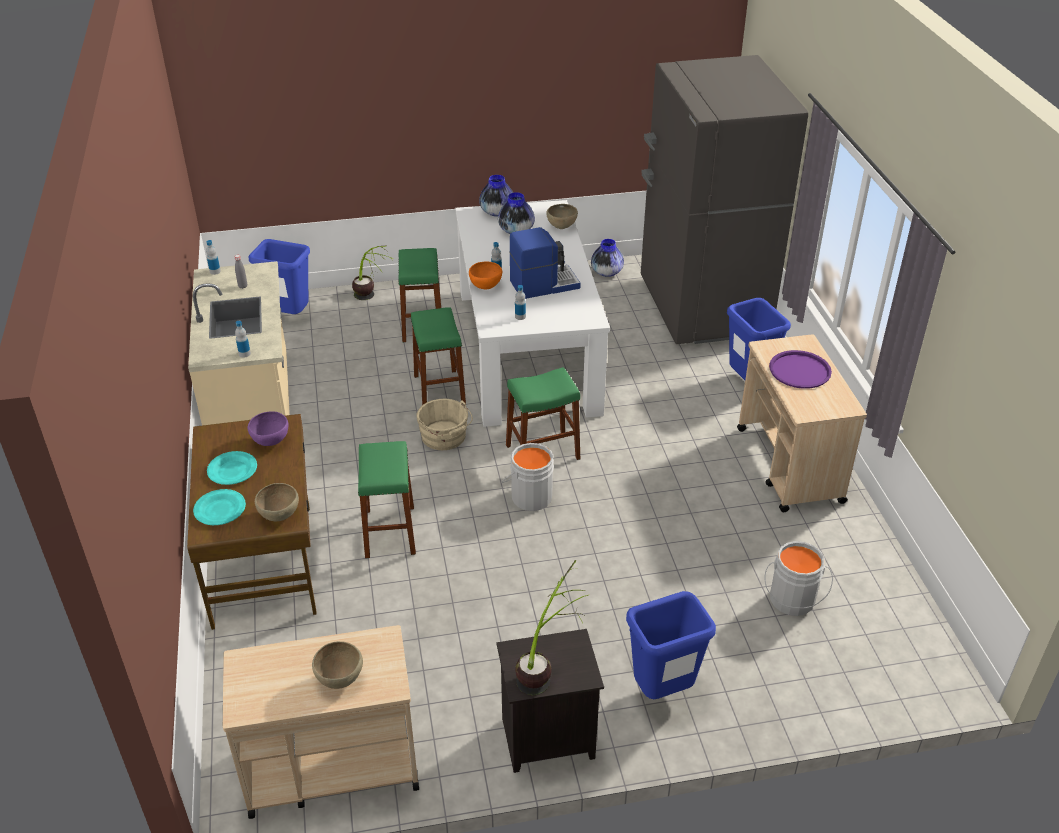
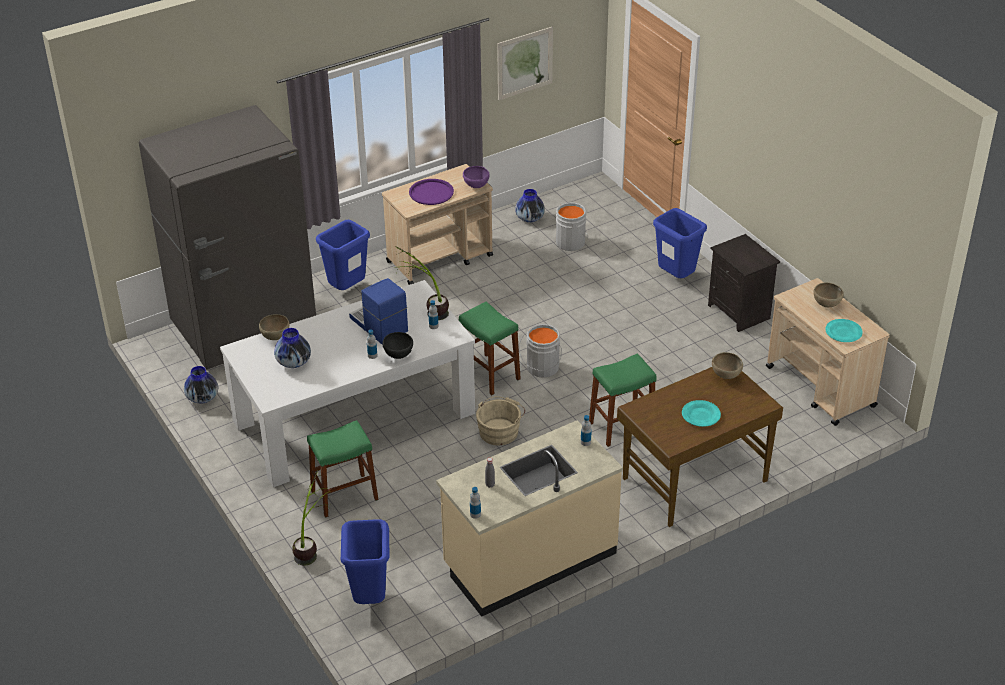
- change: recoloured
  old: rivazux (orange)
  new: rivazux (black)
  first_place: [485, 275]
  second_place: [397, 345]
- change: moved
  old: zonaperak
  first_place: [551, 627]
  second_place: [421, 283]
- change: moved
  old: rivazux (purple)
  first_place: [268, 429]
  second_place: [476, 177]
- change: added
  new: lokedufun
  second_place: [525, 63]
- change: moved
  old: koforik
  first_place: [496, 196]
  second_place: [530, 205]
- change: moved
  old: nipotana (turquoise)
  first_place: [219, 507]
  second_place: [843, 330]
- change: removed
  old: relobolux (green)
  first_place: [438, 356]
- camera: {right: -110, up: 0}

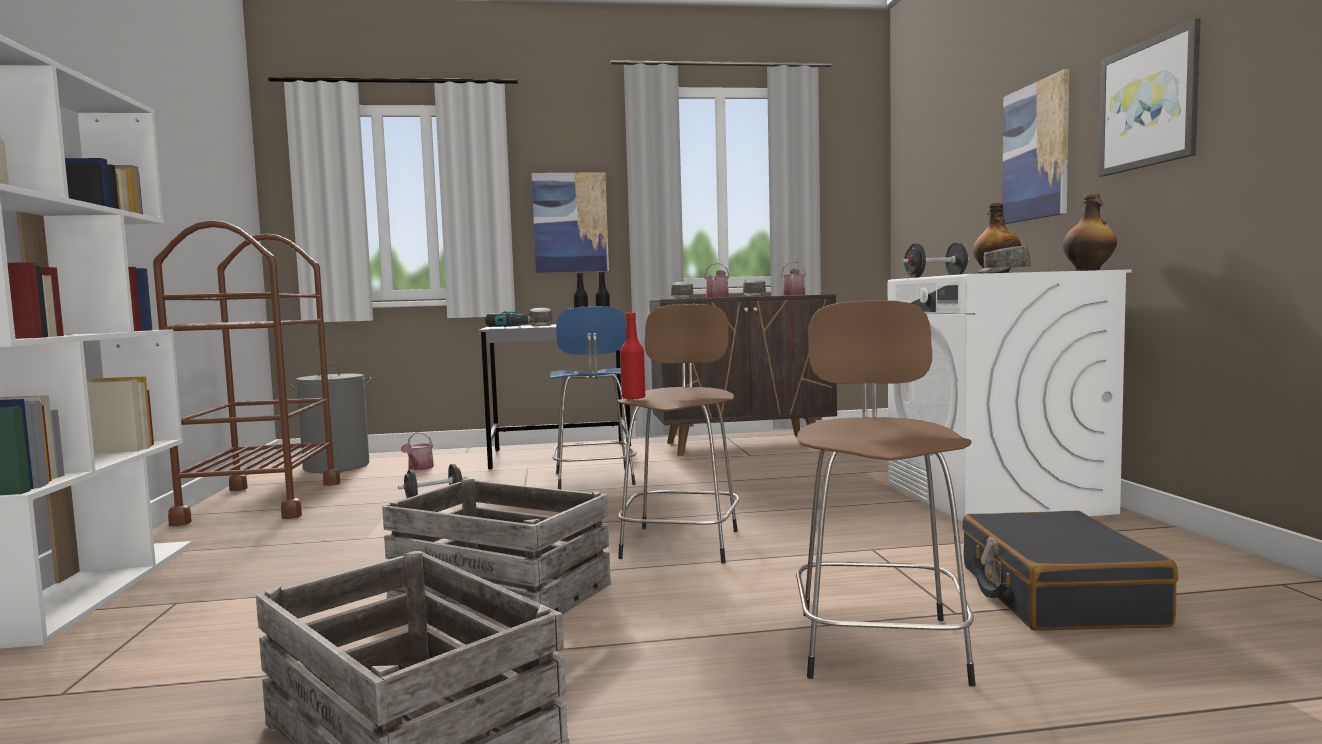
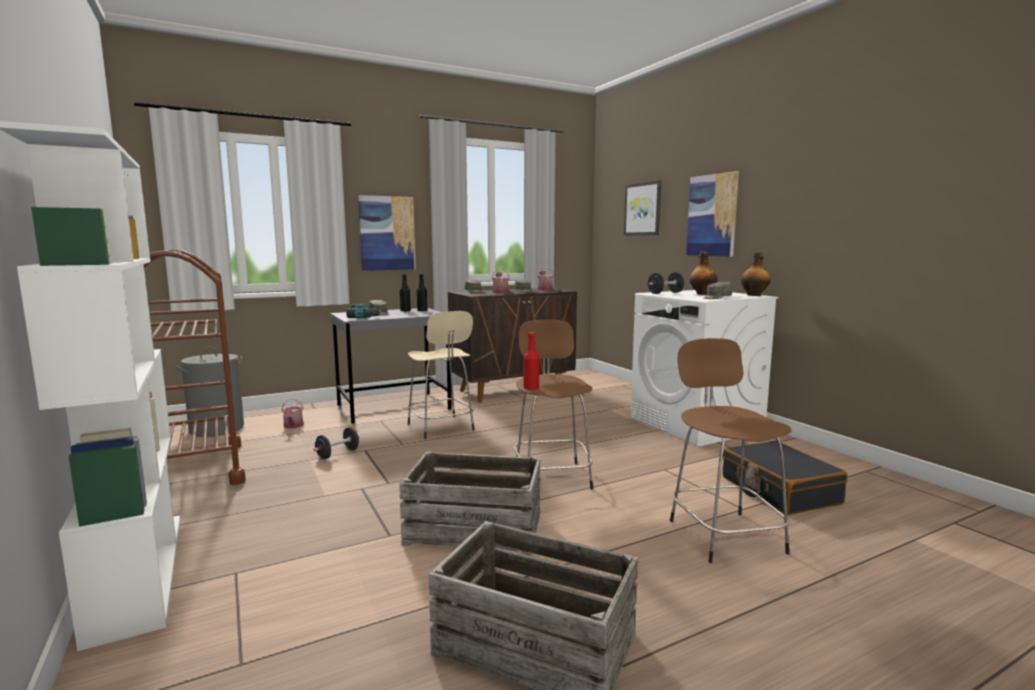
- change: recoloured
  old: relobolux (blue)
  new: relobolux (beige)
  first_place: [593, 397]
  second_place: [441, 375]
- change: moved
  old: lokedufun
  first_place: [1150, 97]
  second_place: [642, 208]
- camera: {right: -20, up: 5}

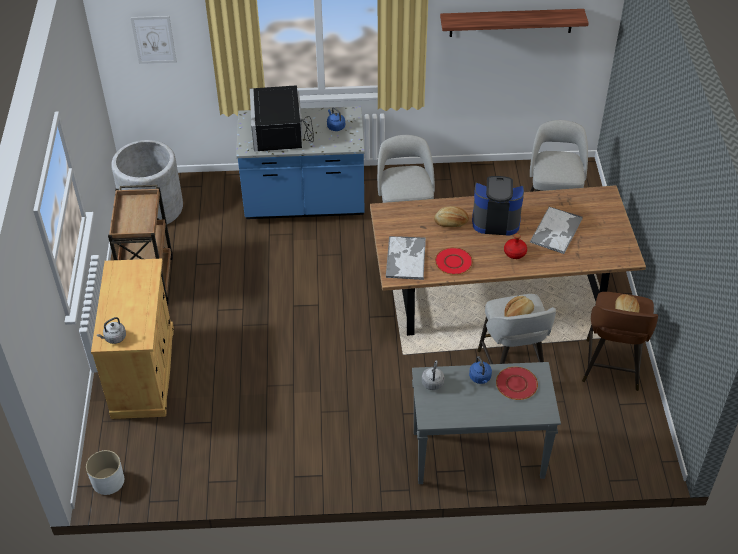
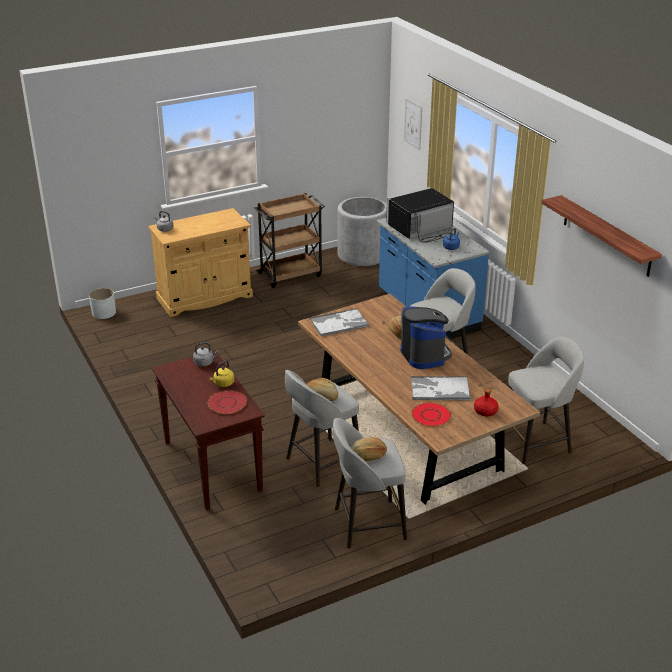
- change: recoloured
  old: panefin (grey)
  new: panefin (brown)
  first_place: [486, 423]
  second_place: [208, 430]
- change: recoloured
  old: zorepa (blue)
  new: zorepa (yellow)
  first_place: [480, 370]
  second_place: [221, 374]
- change: recoloured
  old: relobolux (brown)
  new: relobolux (grey)
  first_place: [620, 341]
  second_place: [369, 483]
- change: moved
  old: nipotana (red)
  first_place: [454, 261]
  second_place: [431, 414]
- change: moved
  old: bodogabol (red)
  first_place: [515, 246]
  second_place: [486, 402]
- camera: {right: 65, up: -15}

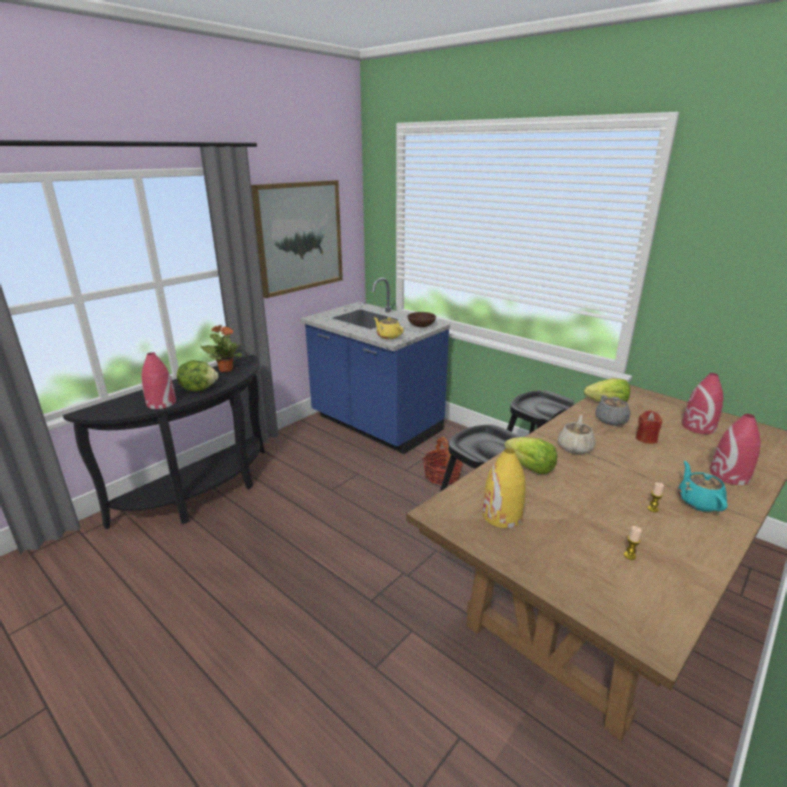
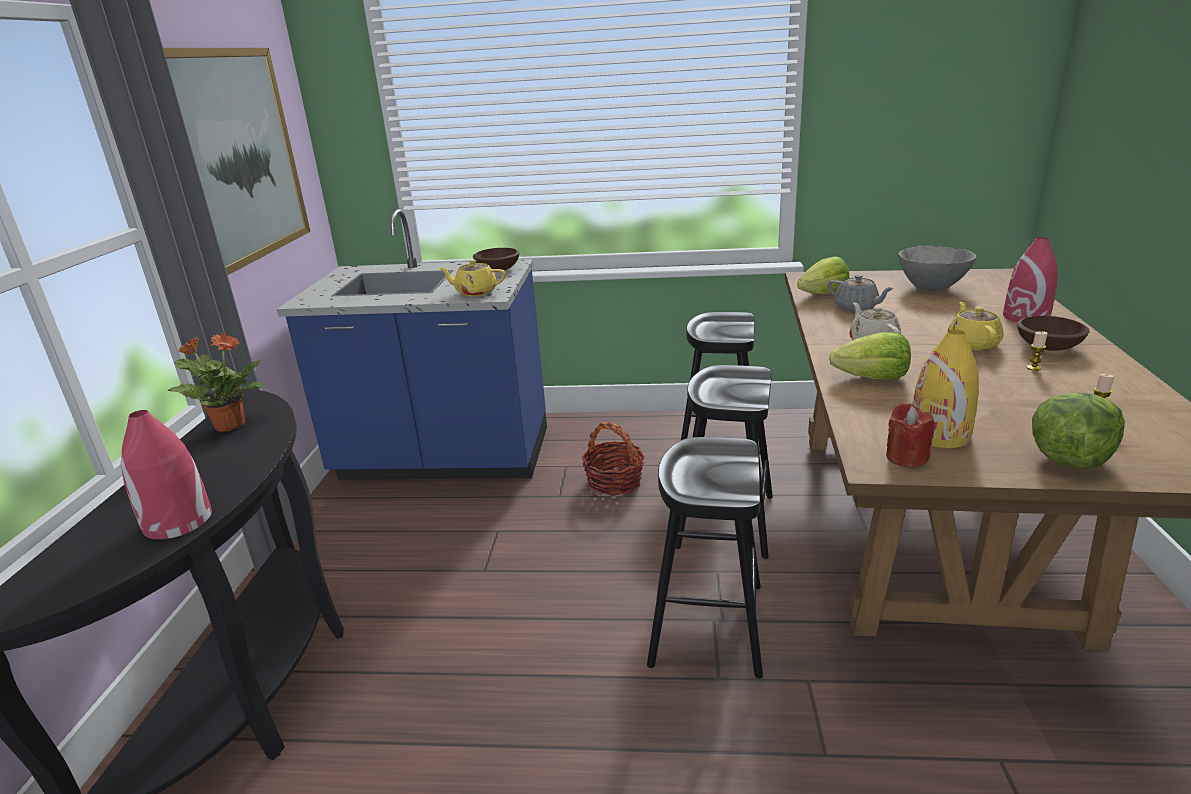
- change: added
  new: relobolux (black)
  second_place: [705, 558]
- change: moved
  old: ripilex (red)
  first_place: [649, 427]
  second_place: [910, 435]
- change: replaced
  old: koforik (red)
  new: rivazux (grey)
  first_place: [702, 403]
  second_place: [937, 268]
- change: added
  new: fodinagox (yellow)
  second_place: [975, 326]
- change: replaced
  old: fodinagox (turquoise)
  new: rivazux (brown)
  first_place: [702, 486]
  second_place: [1053, 333]
- change: moved
  old: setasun
  first_place: [197, 375]
  second_place: [1078, 430]
- camera: {right: -35, up: 0}

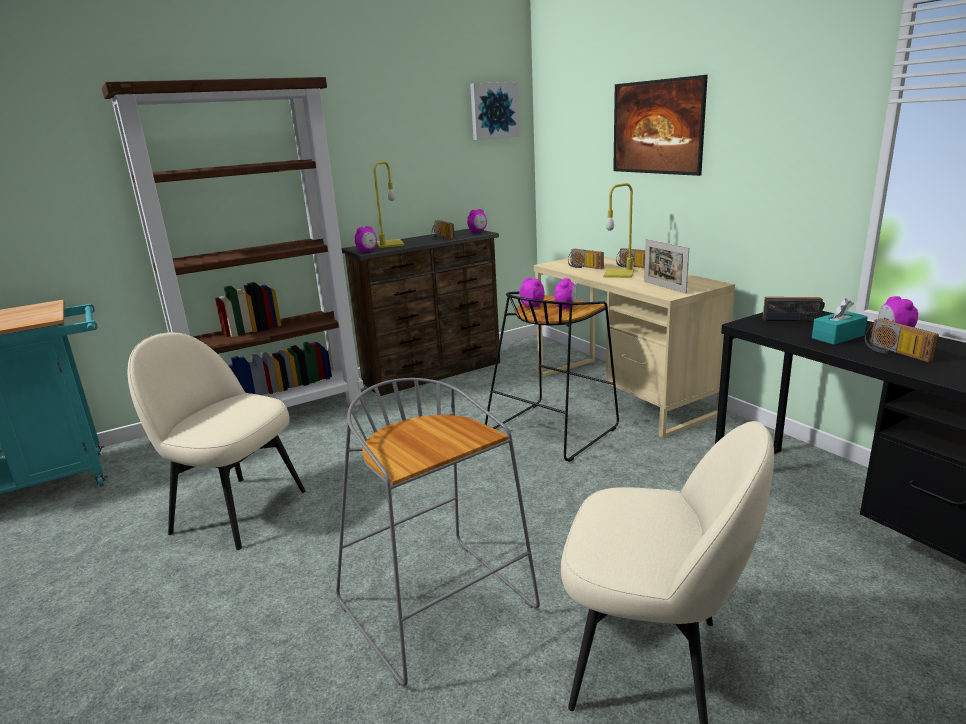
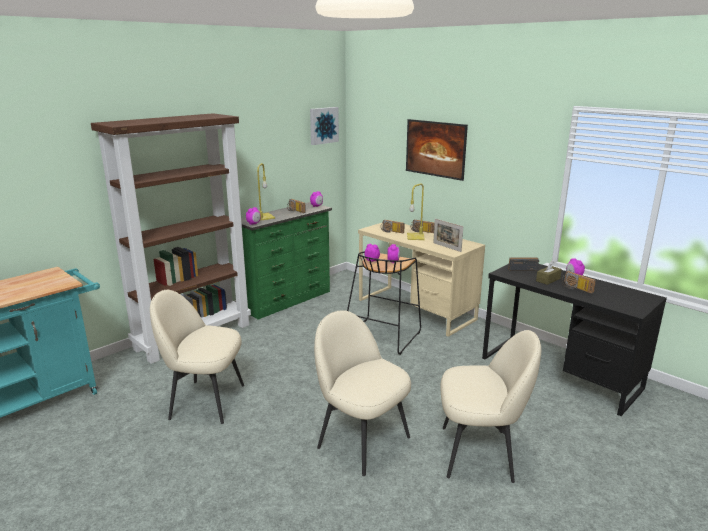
- change: recoloured
  old: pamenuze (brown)
  new: pamenuze (green)
  first_place: [421, 312]
  second_place: [286, 261]
- change: replaced
  old: relobolux (grey)
  new: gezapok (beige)
  first_place: [438, 532]
  second_place: [362, 393]
- change: recoloured
  old: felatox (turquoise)
  new: felatox (brown)
  first_place: [840, 321]
  second_place: [549, 273]
- camera: {right: -15, up: 0}

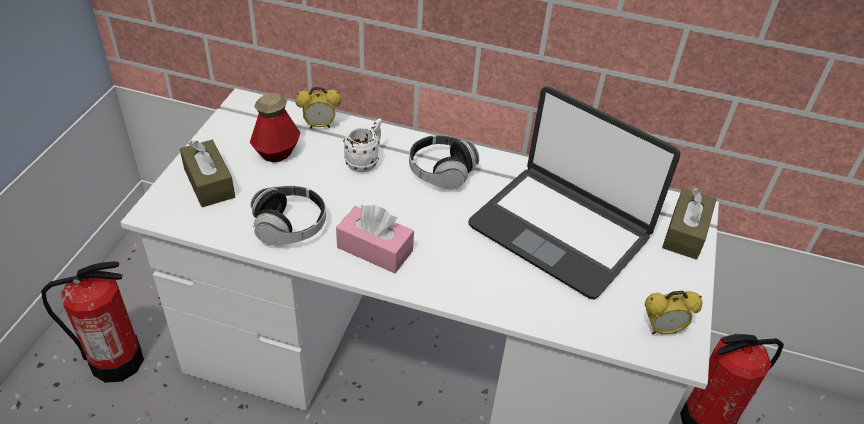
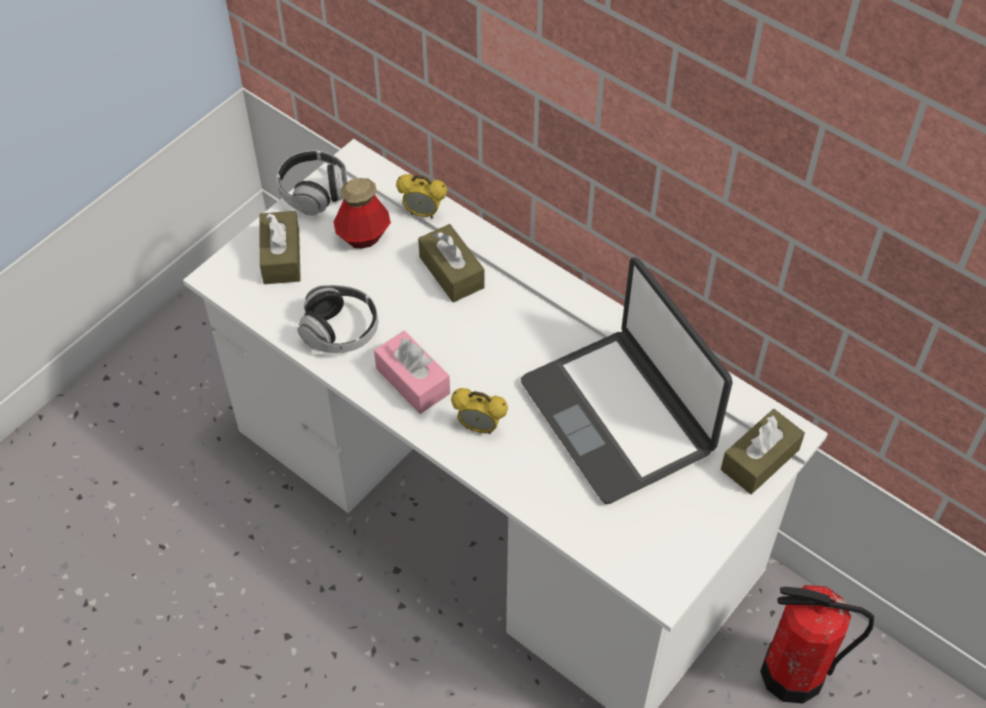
- change: moved
  old: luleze
  first_place: [444, 162]
  second_place: [312, 183]
- change: replaced
  old: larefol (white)
  new: felatox (brown)
  first_place: [362, 145]
  second_place: [451, 263]
- change: moved
  old: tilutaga
  first_place: [673, 313]
  second_place: [479, 411]
- change: removed
  old: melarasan
  first_place: [92, 322]
- camera: {right: 25, up: 10}

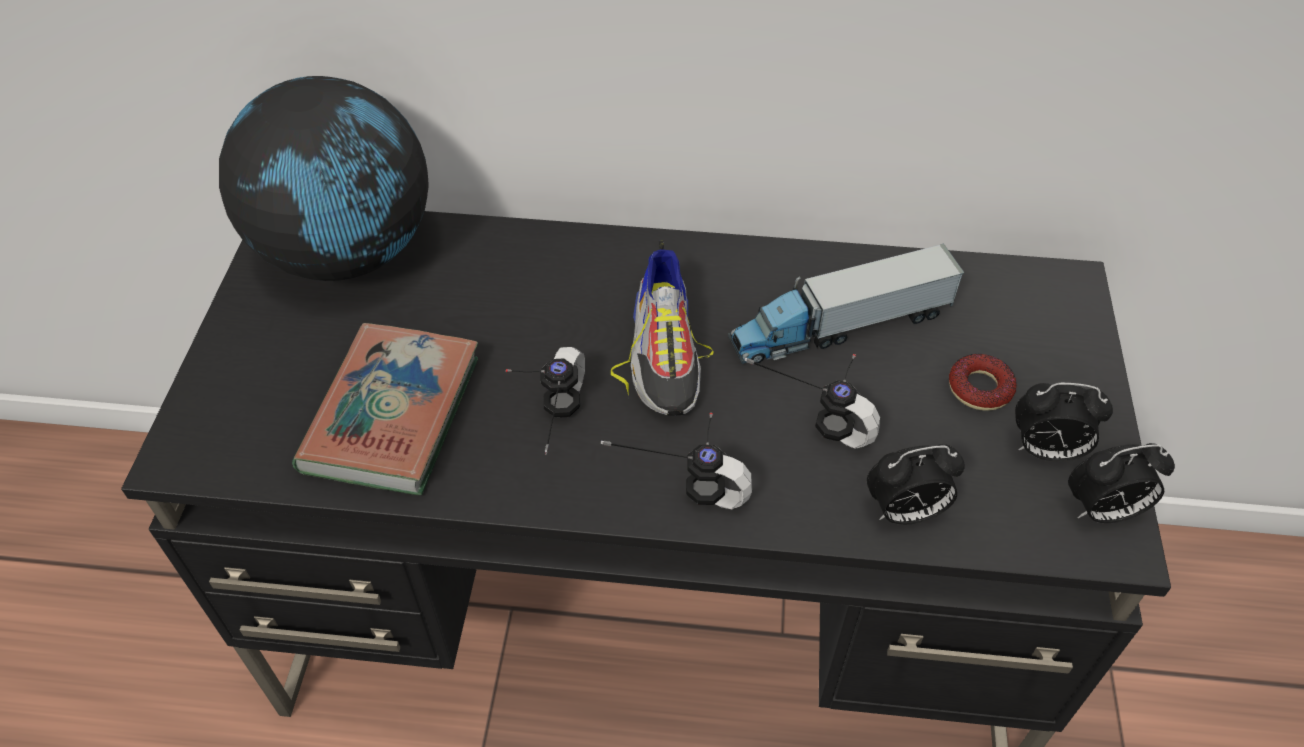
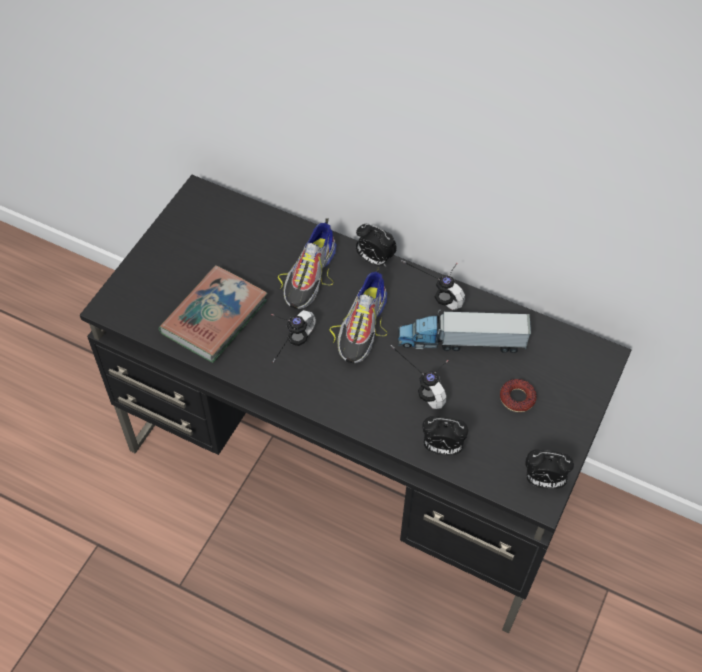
- change: added
  new: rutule
  second_place: [307, 263]
- change: moved
  old: tilutaga
  first_place: [1064, 422]
  second_place: [376, 245]
- change: moved
  old: luleze
  first_place: [676, 461]
  second_place: [433, 285]
- change: removed
  old: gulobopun
  first_place: [324, 178]
- camera: {right: 20, up: 5}

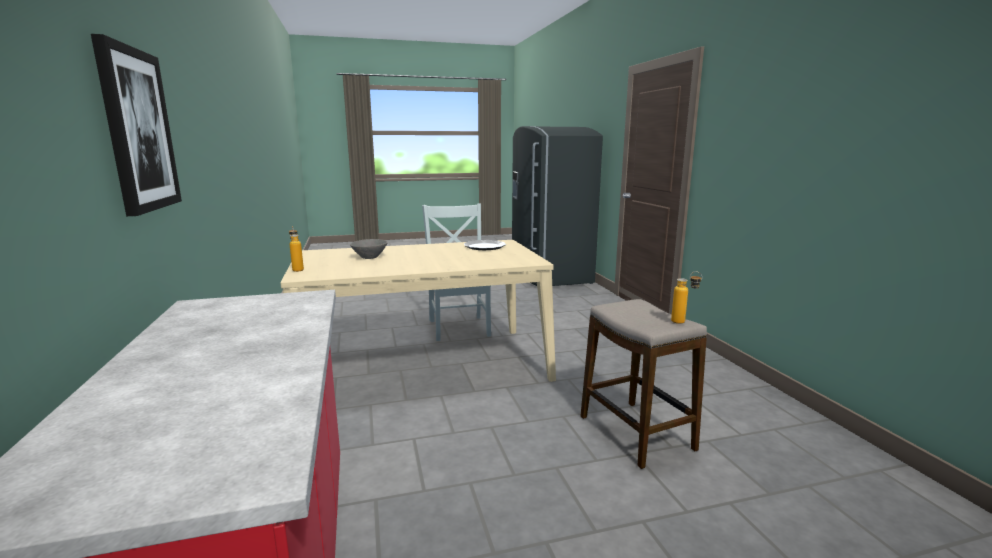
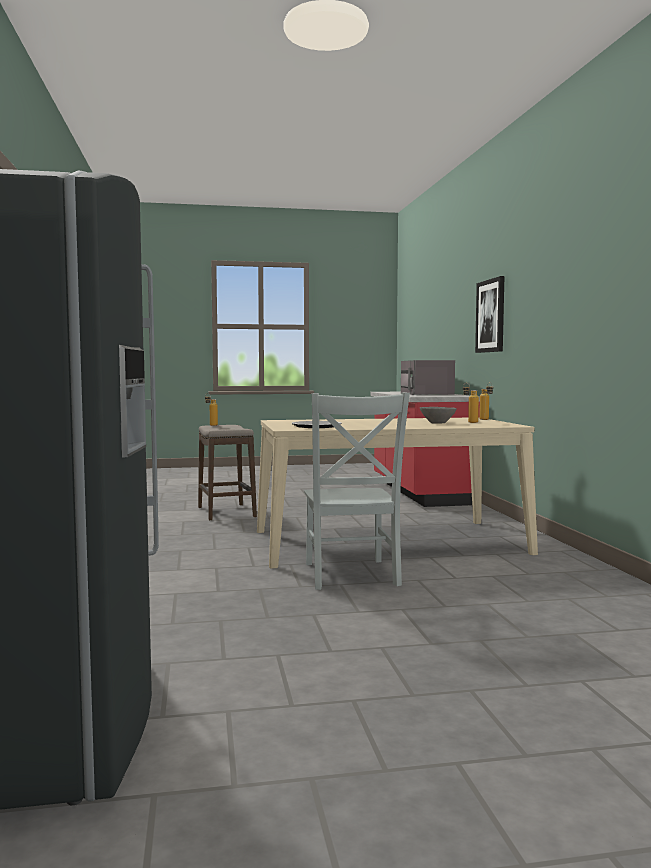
- change: added
  new: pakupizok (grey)
  second_place: [428, 377]
- change: added
  new: bodogabol
  second_place: [471, 403]
- camera: {right: -175, up: -10}

